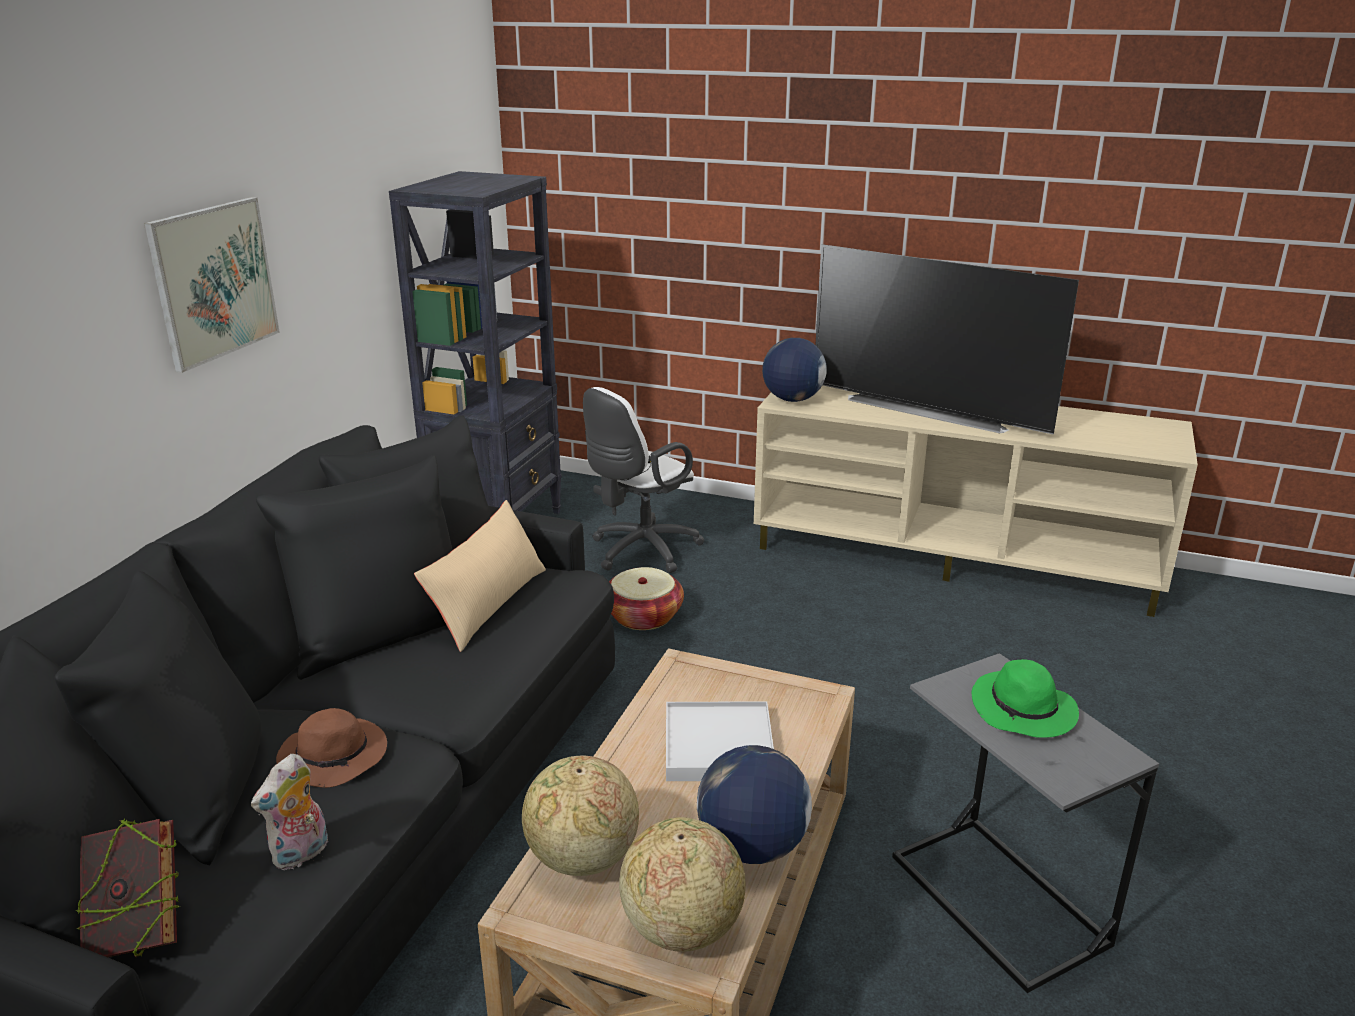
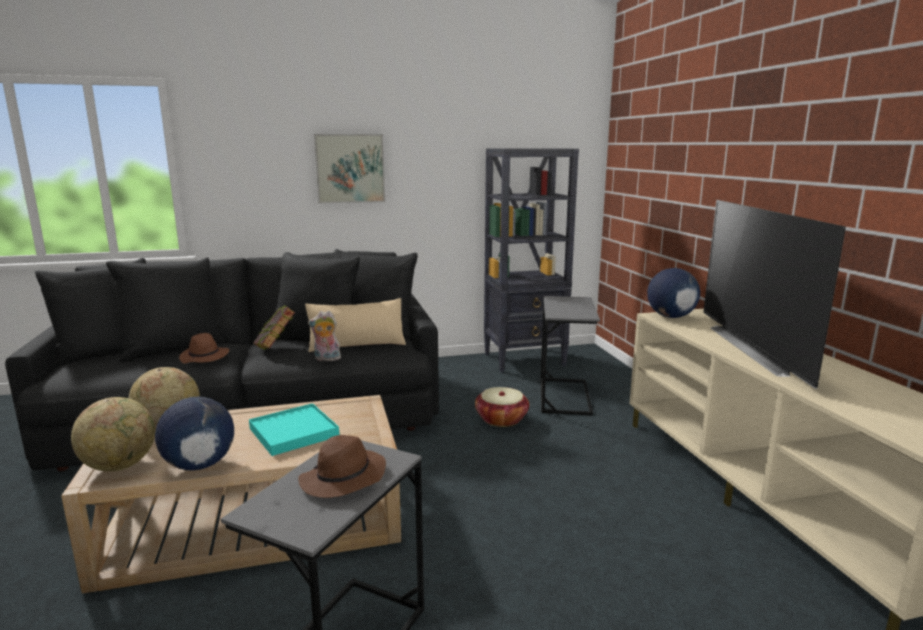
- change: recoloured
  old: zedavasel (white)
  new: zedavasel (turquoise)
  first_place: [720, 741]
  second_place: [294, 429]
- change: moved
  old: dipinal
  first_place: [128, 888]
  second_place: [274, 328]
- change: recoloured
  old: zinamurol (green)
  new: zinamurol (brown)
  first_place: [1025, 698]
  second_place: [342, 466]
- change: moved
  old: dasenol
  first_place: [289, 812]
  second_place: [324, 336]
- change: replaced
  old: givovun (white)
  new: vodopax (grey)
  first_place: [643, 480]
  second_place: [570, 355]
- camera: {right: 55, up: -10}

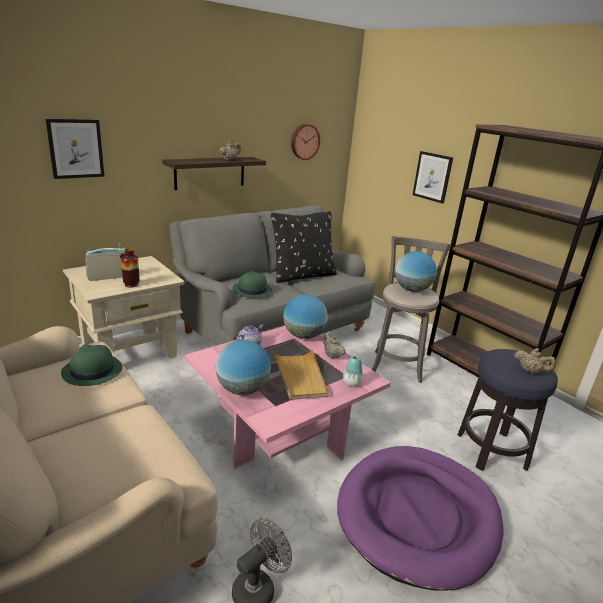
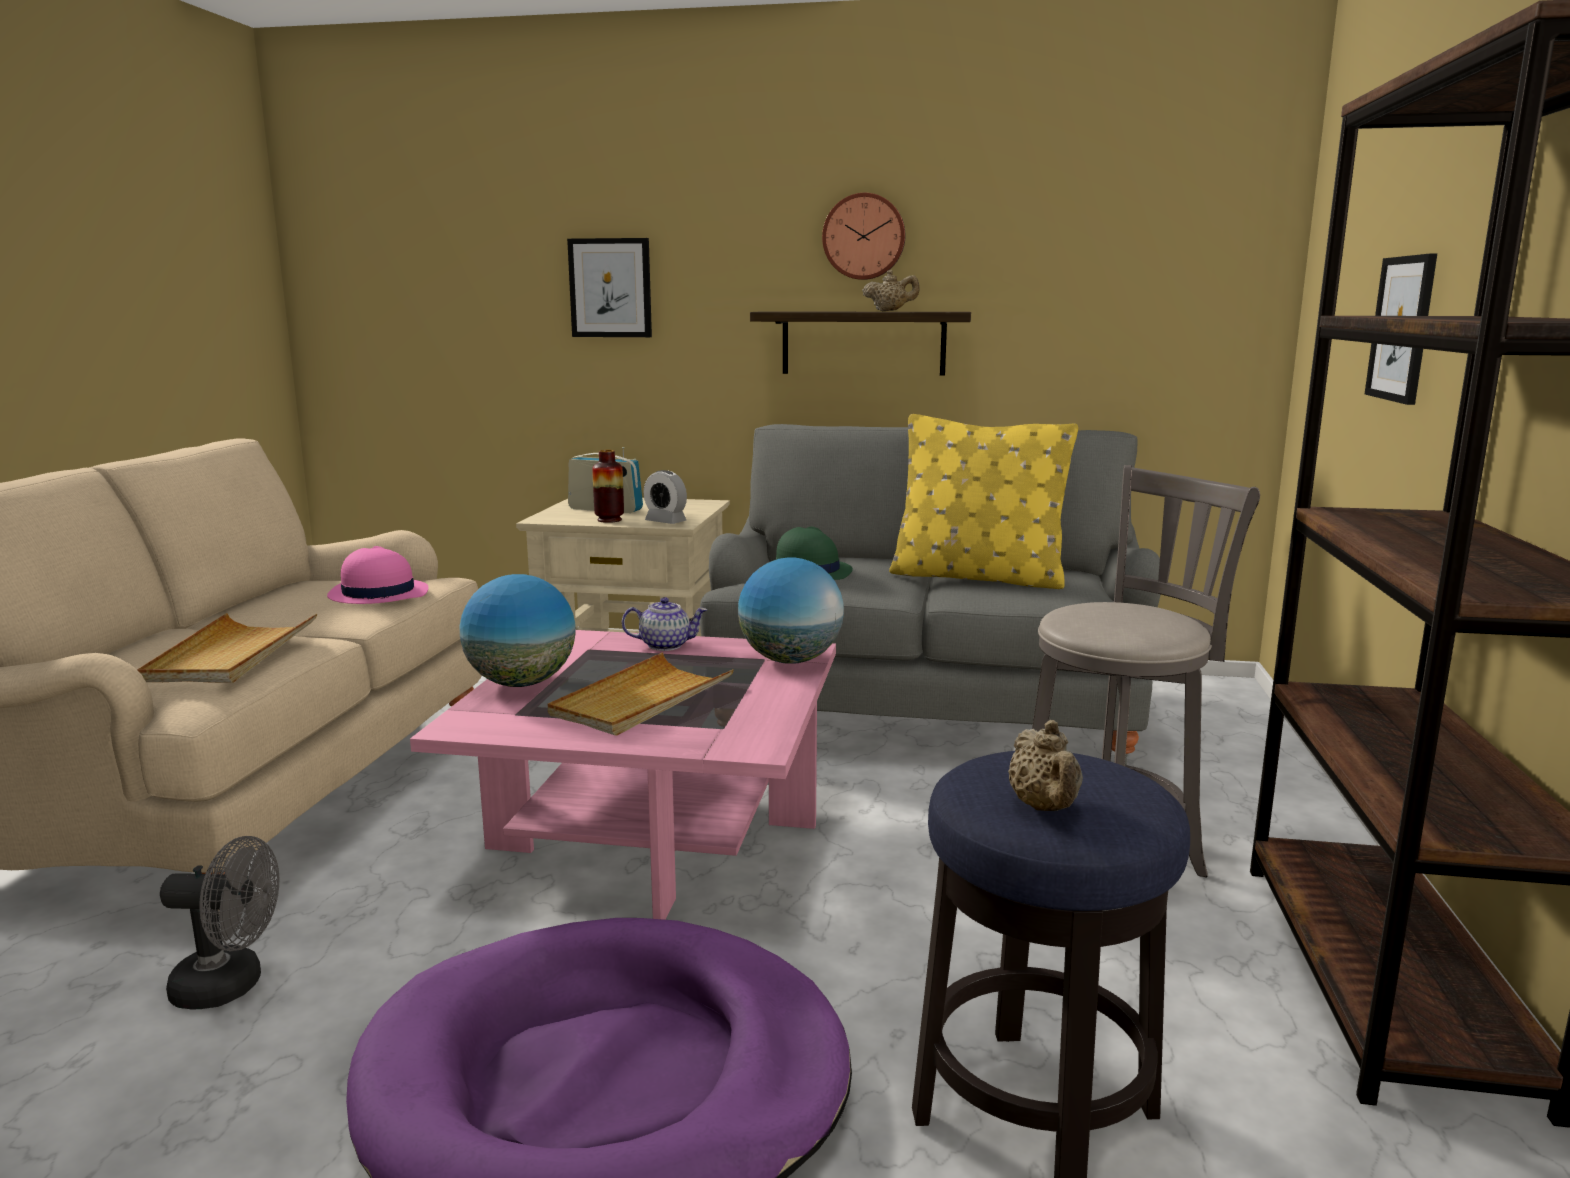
- change: added
  new: zedavasel (beige)
  second_place: [227, 648]
- change: recoloured
  old: zinamurol (green)
  new: zinamurol (pink)
  first_place: [92, 365]
  second_place: [377, 575]
- change: added
  new: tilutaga
  second_place: [665, 497]
- change: moved
  old: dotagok
  first_place: [305, 142]
  second_place: [863, 236]
- change: recoloured
  old: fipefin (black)
  new: fipefin (yellow)
  first_place: [304, 246]
  second_place: [983, 501]
- change: removed
  old: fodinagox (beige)
  first_place: [334, 346]
- change: removed
  old: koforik
  first_place: [353, 371]
- change: removed
  old: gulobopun
  first_place: [416, 271]
- camera: {right: 50, up: -10}

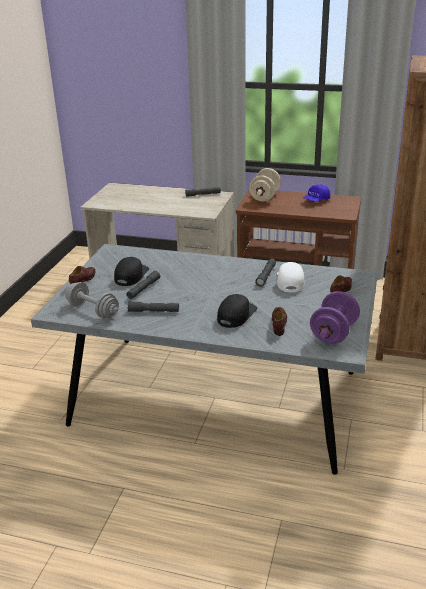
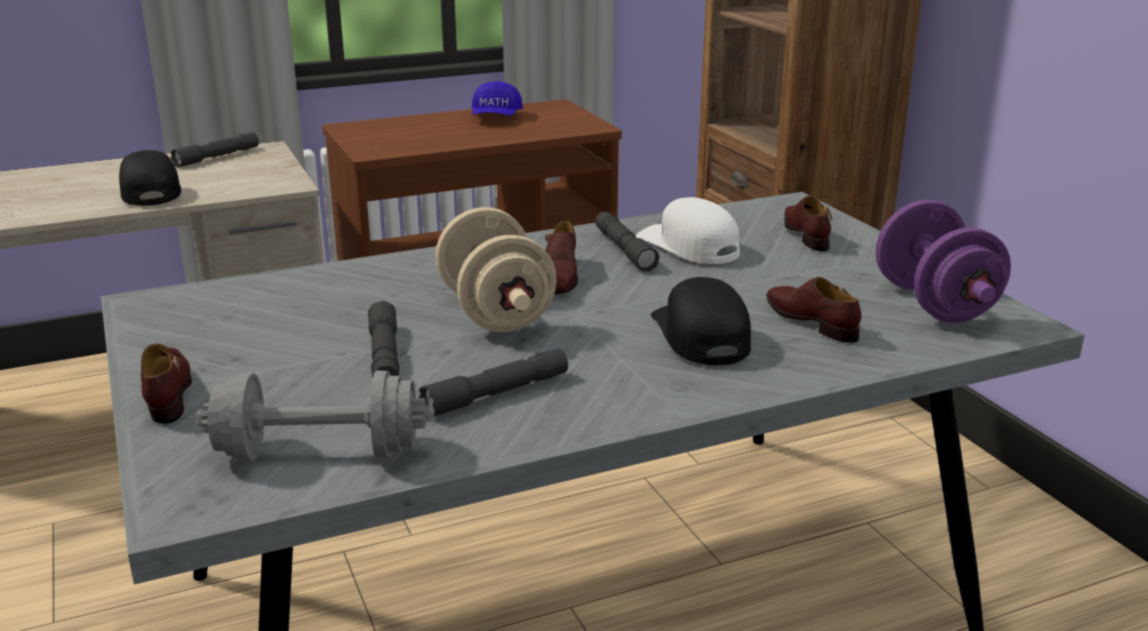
- change: moved
  old: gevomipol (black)
  first_place: [131, 271]
  second_place: [150, 178]
- change: moved
  old: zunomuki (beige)
  first_place: [265, 185]
  second_place: [496, 269]
- change: added
  new: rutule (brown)
  second_place: [561, 257]
- camera: {right: -40, up: -5}

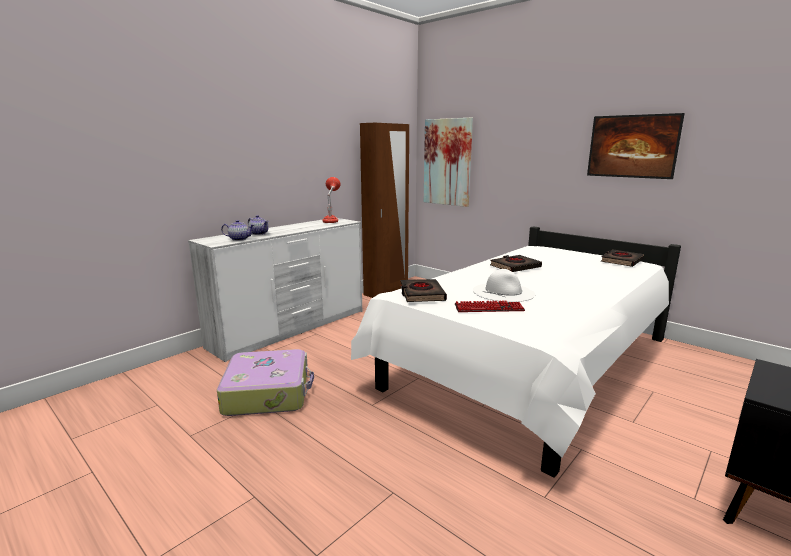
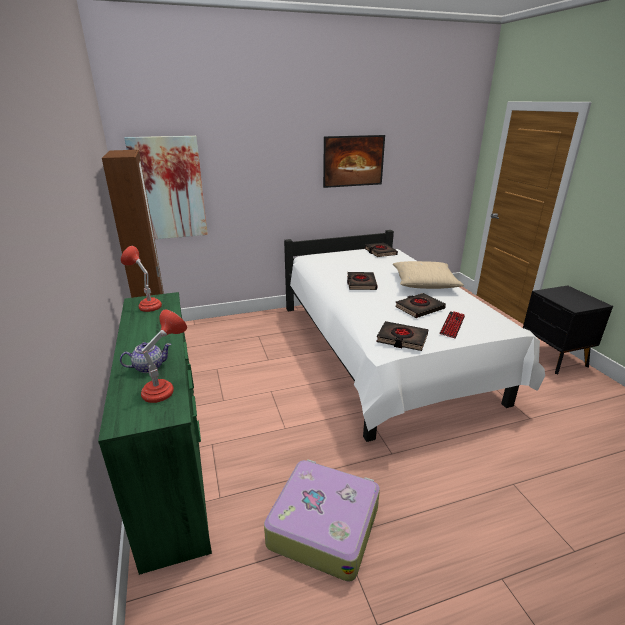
- change: recoloured
  old: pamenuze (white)
  new: pamenuze (green)
  first_place: [275, 290]
  second_place: [155, 433]
- change: replaced
  old: fodinagox
  new: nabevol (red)
  first_place: [237, 230]
  second_place: [164, 356]
- change: added
  new: fipefin (beige)
  second_place: [428, 275]
- change: replaced
  old: zinamurol (white)
  new: dipinal (black)
  first_place: [504, 285]
  second_place: [420, 305]
- camera: {right: -60, up: 10}

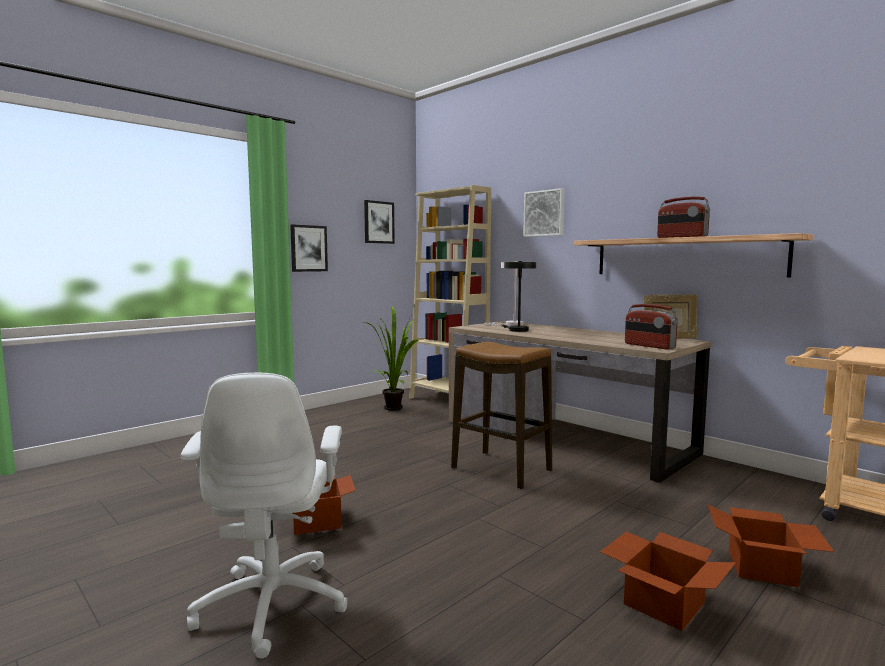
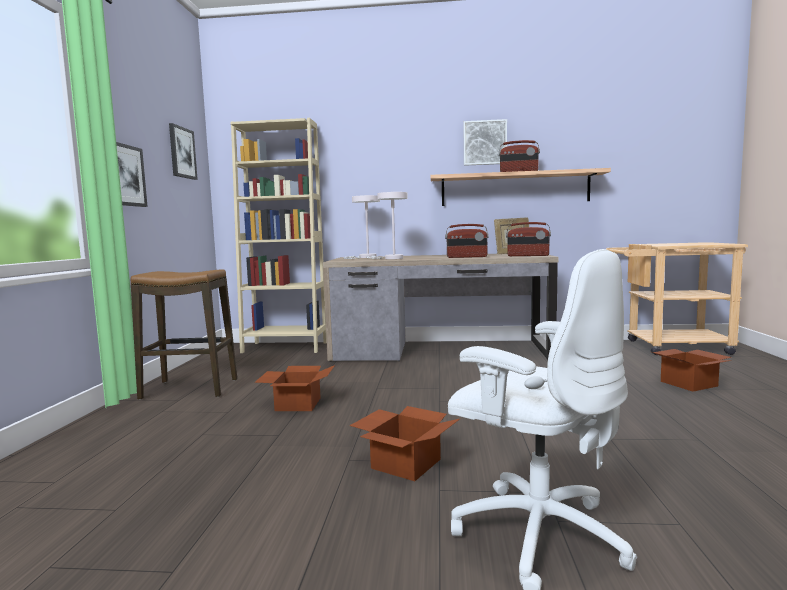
- change: moved
  old: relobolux
  first_place: [501, 415]
  second_place: [184, 334]
- change: moved
  old: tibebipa
  first_place: [668, 581]
  second_place: [295, 388]
- change: recoloured
  old: nabevol (black)
  new: nabevol (white)
  first_place: [518, 296]
  second_place: [387, 225]
- change: added
  new: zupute
  second_place: [467, 241]
- change: moved
  old: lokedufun
  first_place: [544, 212]
  second_place: [485, 142]
- change: removed
  old: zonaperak
  first_place: [391, 358]
- camera: {right: -40, up: 0}

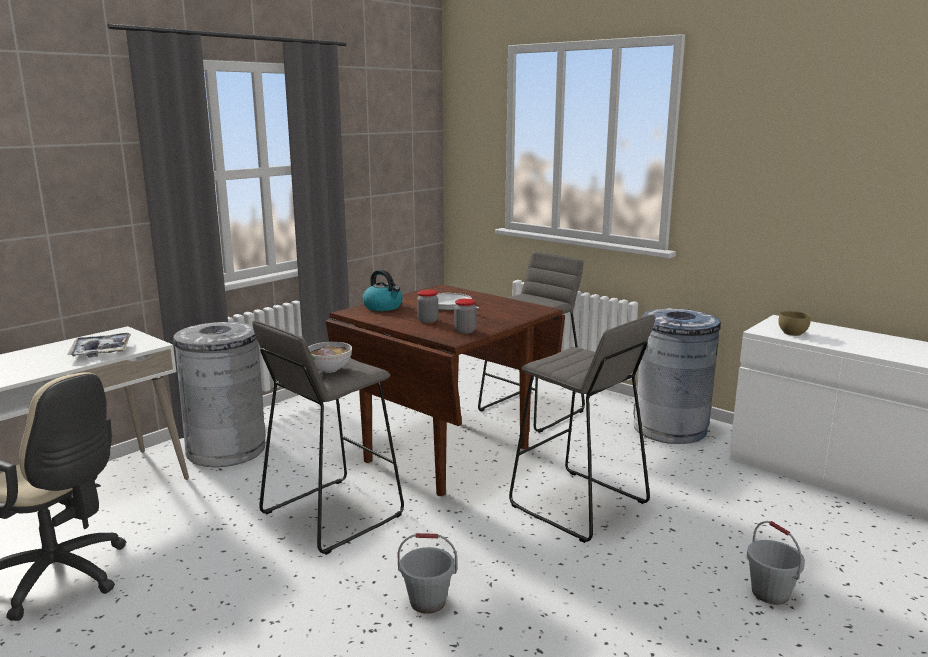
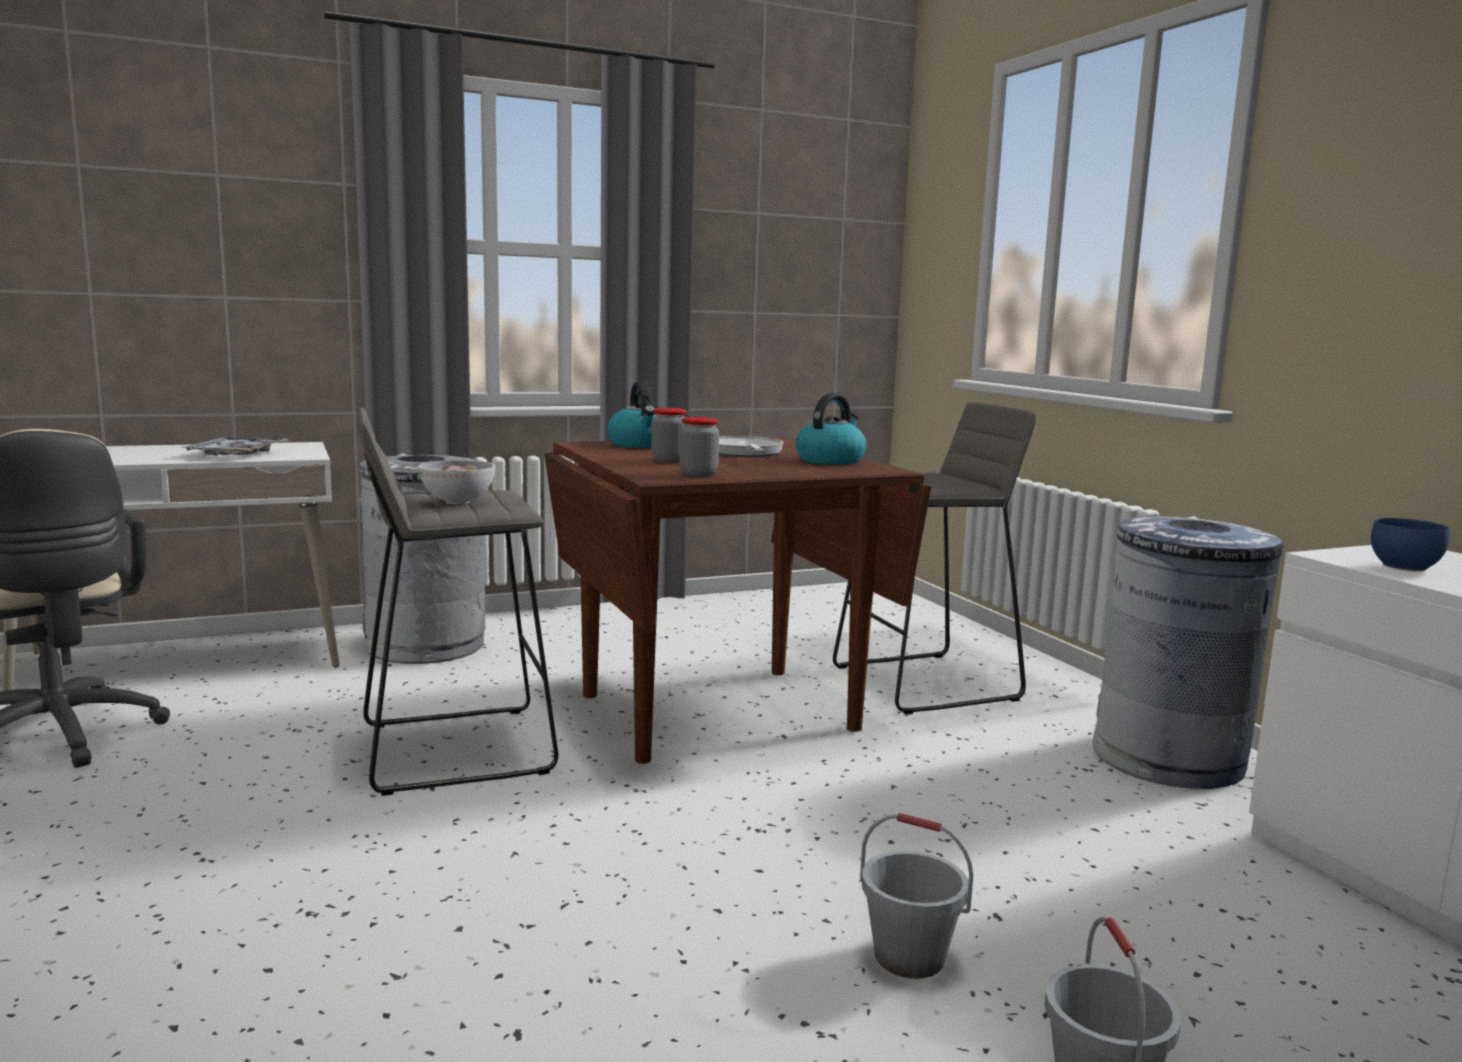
- change: added
  new: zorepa
  second_place: [831, 428]
- change: moved
  old: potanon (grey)
  first_place: [427, 573]
  second_place: [916, 896]
- change: recoloured
  old: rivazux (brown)
  new: rivazux (blue)
  first_place: [794, 323]
  second_place: [1410, 544]
- change: removed
  old: relobolux (grey)
  first_place: [582, 429]
- camera: {right: 25, up: -5}

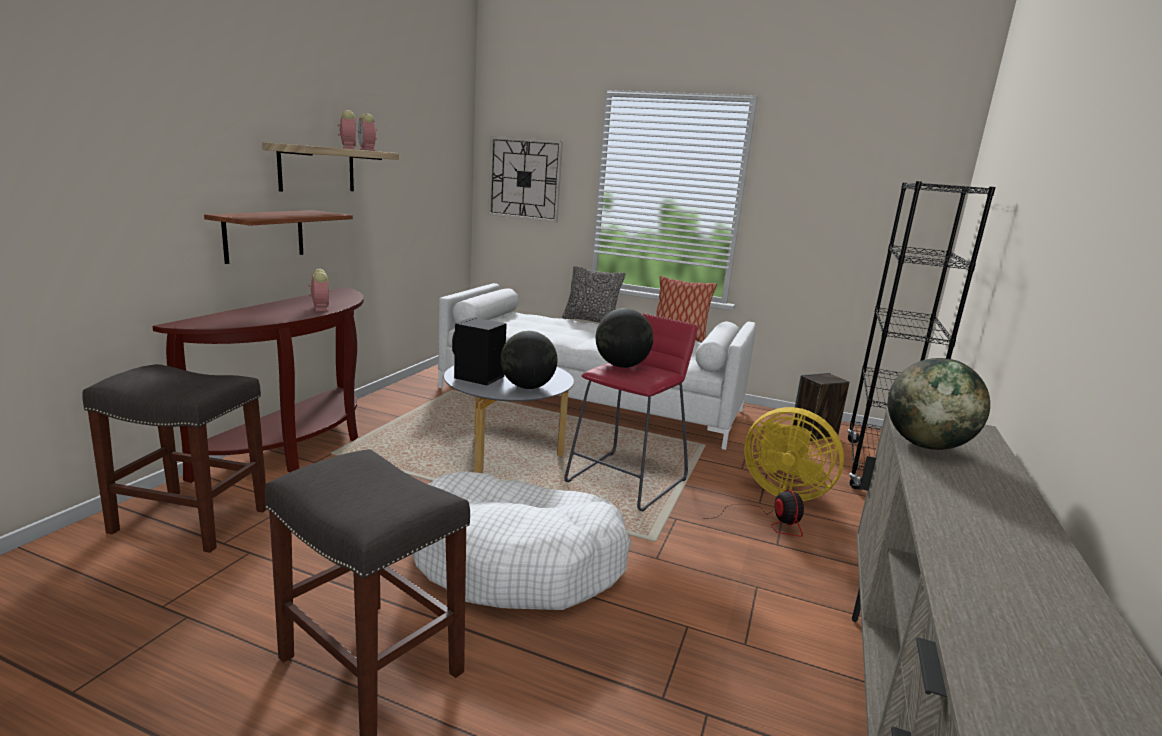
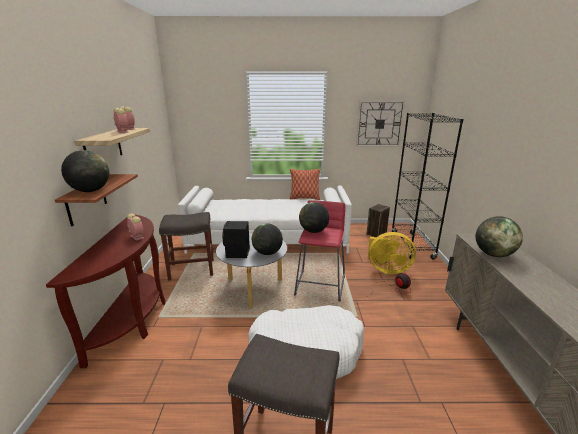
- change: added
  new: gulobopun
  second_place: [85, 171]
- change: moved
  old: relobolux (grey)
  first_place: [174, 458]
  second_place: [186, 246]
- change: moved
  old: dotagok
  first_place: [525, 179]
  second_place: [380, 124]
- change: removed
  old: fipefin
  first_place: [594, 294]
- camera: {right: -20, up: 5}

